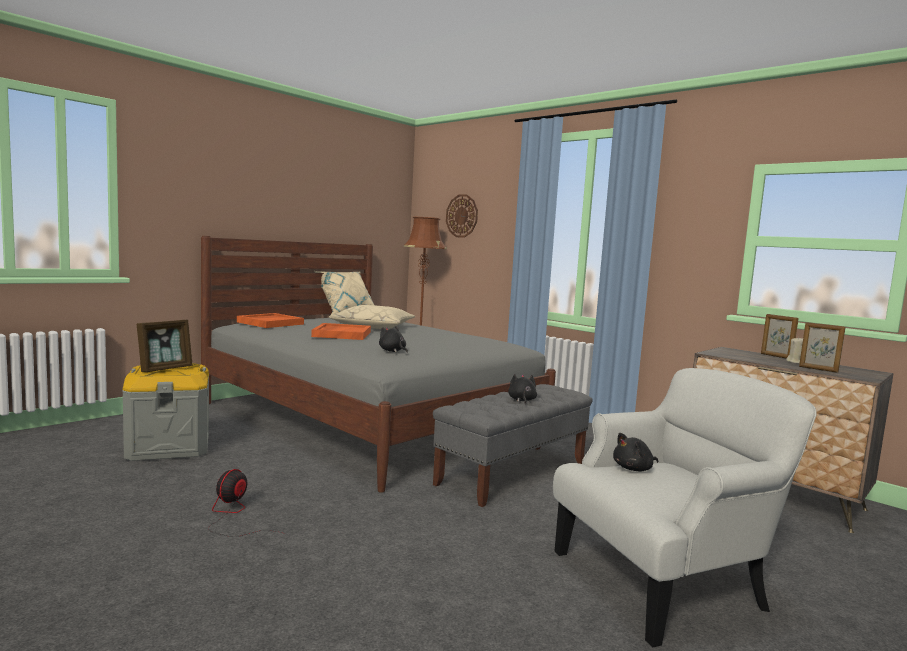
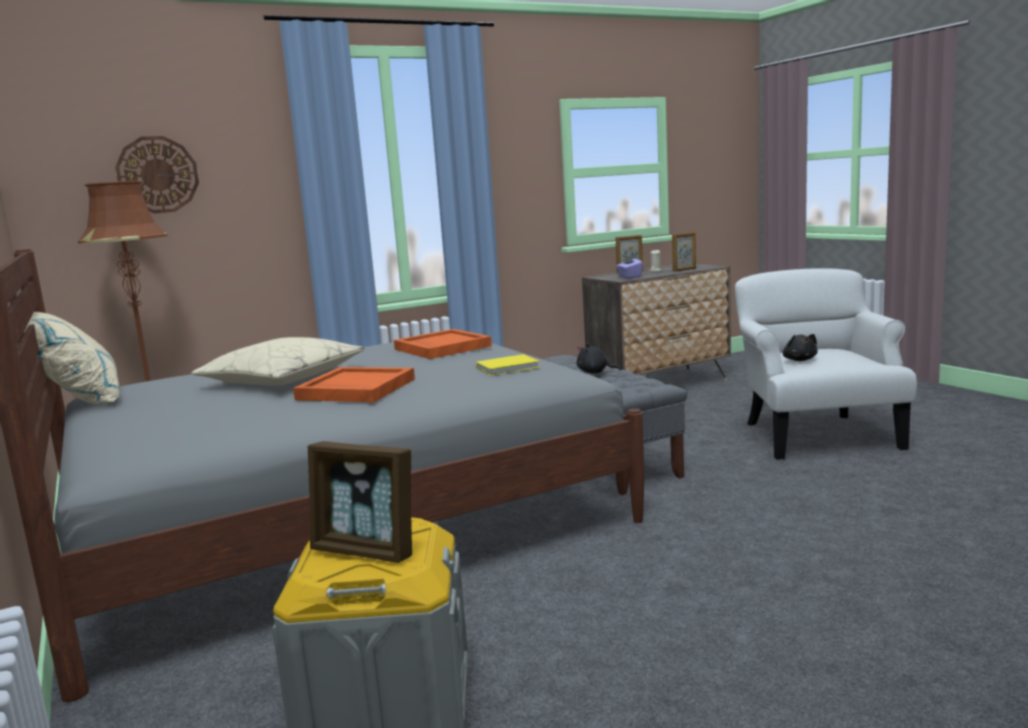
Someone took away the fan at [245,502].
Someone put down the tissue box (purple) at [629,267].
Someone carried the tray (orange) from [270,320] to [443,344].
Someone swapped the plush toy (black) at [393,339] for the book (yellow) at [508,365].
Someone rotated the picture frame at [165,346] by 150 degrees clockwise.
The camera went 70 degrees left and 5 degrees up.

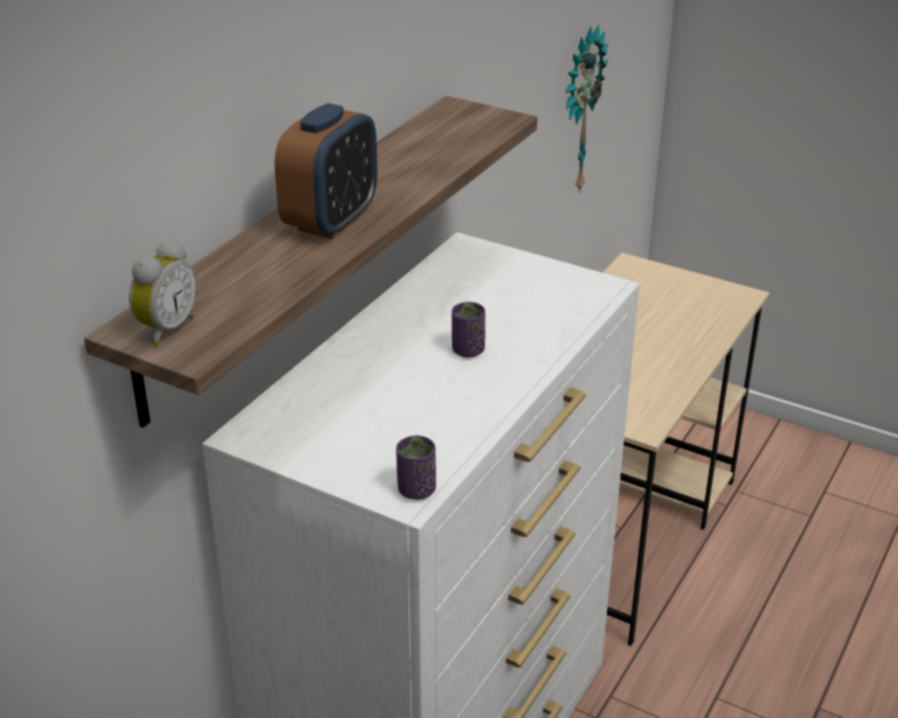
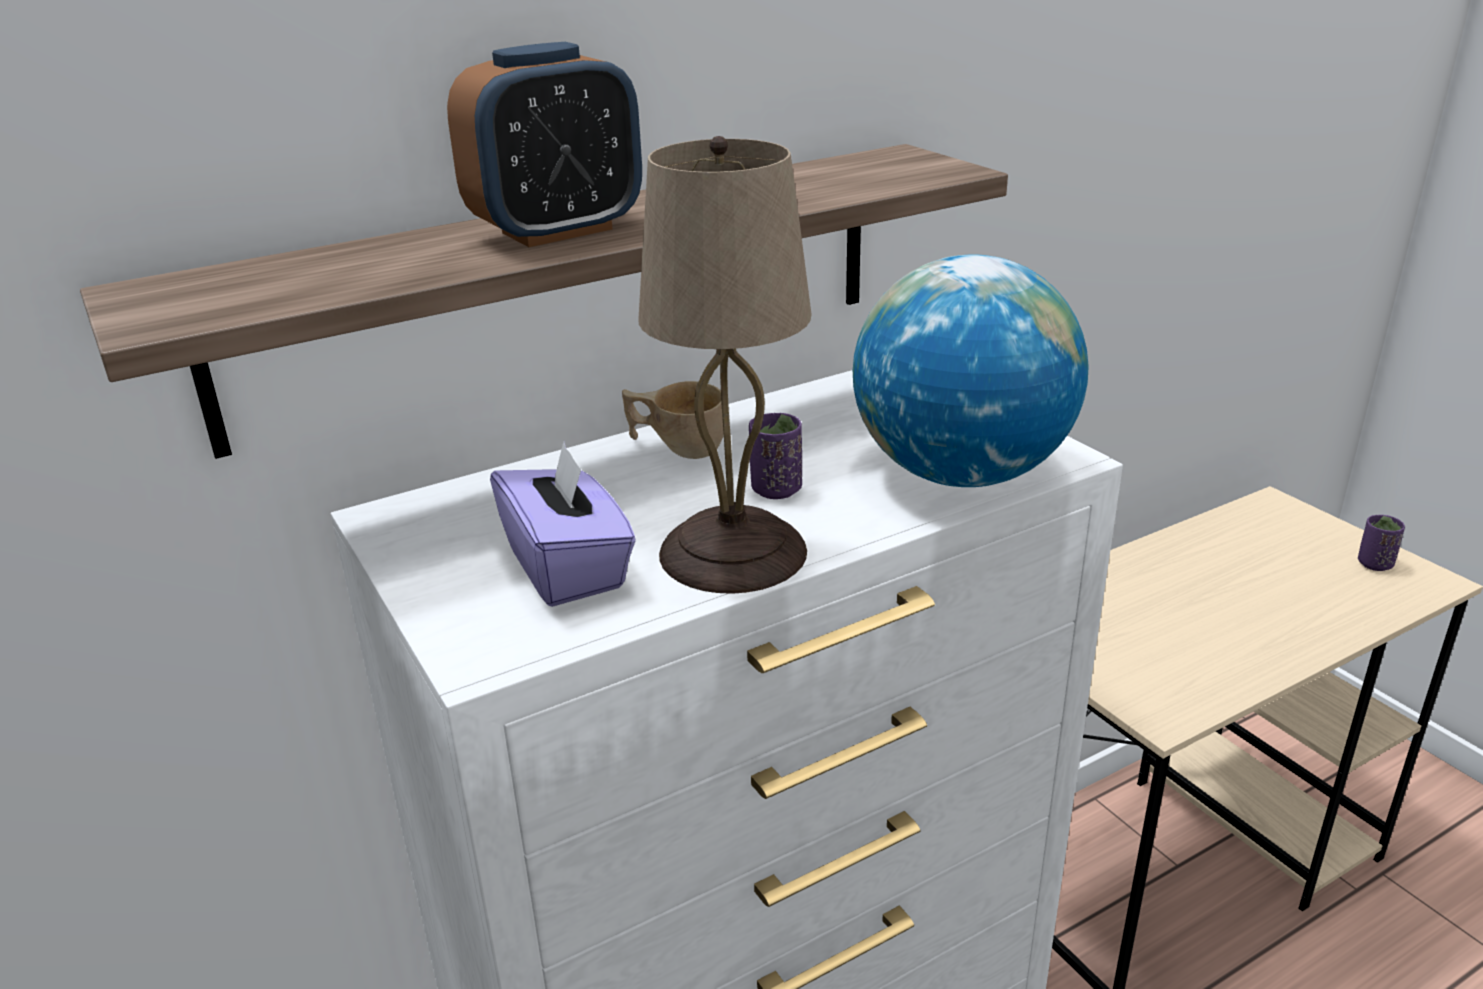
Someone took away the alarm clock at [163,292].
Someone took away the wall clock at [586,109].
Someone put down the tissue box (purple) at [563,524].
Someone put down the cup (beige) at [673,420].
Someone put down the table lamp (beige) at [725,365].
Someone put down the globe at [971,370].
Someone carried the cup (purple) from [416,467] to [1381,543].
The camera went 30 degrees right and 5 degrees down.

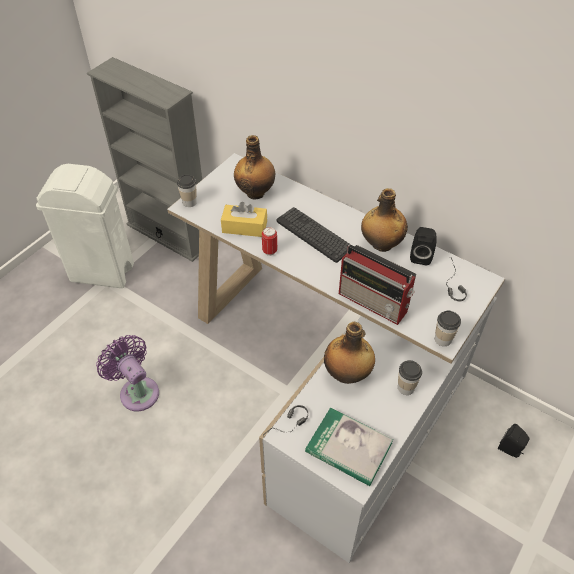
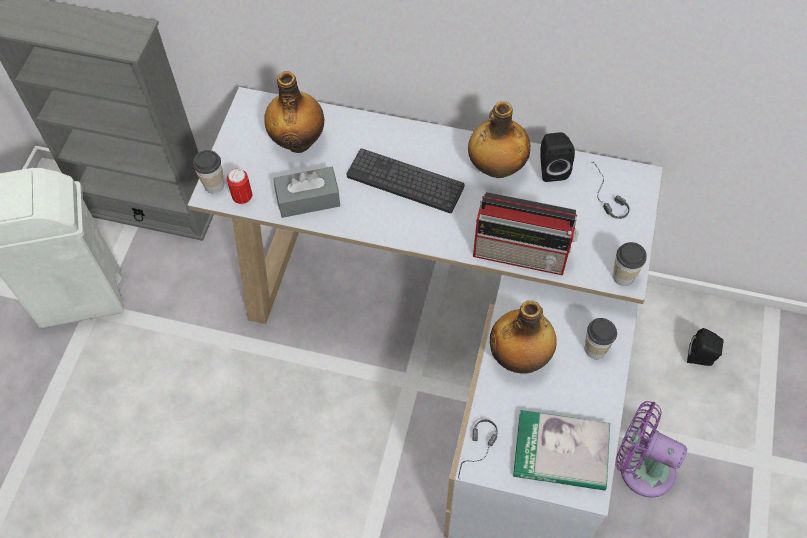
Someone carried the fan (purple) from [127,373] to [651,449].
Someone carried the can from [269,241] to [239,186].
Someone repainted the tissue box (yellow) at [244,219], which became the tissue box (grey) at [307,192].
The camera went 20 degrees left and 10 degrees up.

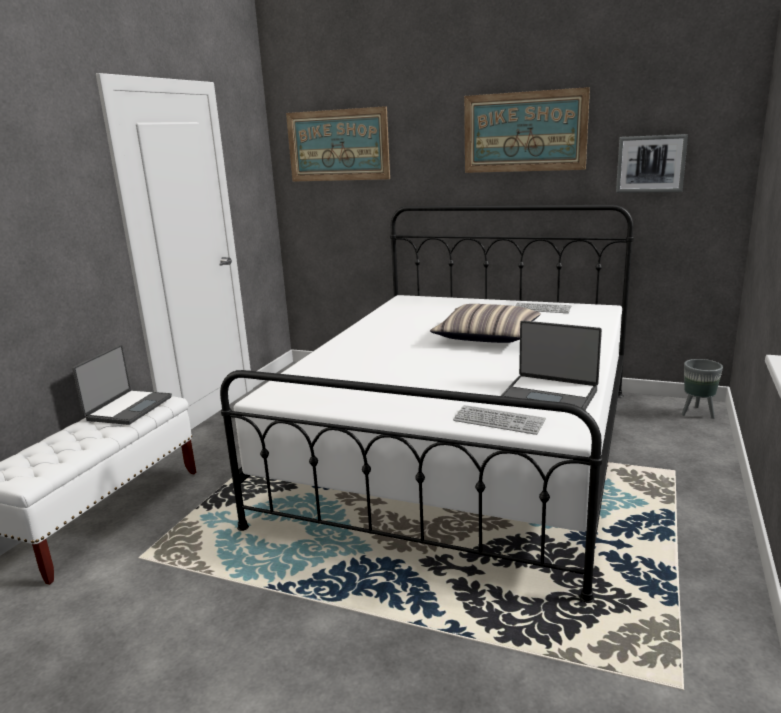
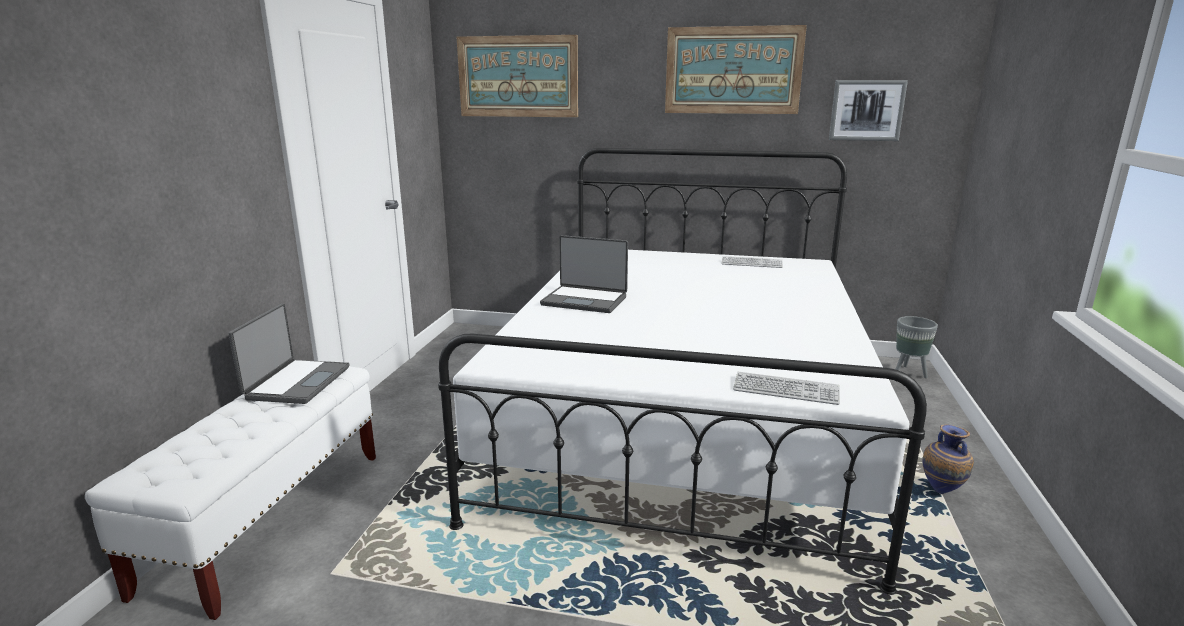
Someone took away the pillow at [485,323].
Someone put down the vase at [948,459].
Someone carried the laptop from [551,365] to [584,274].
The camera went 10 degrees left and 0 degrees up.

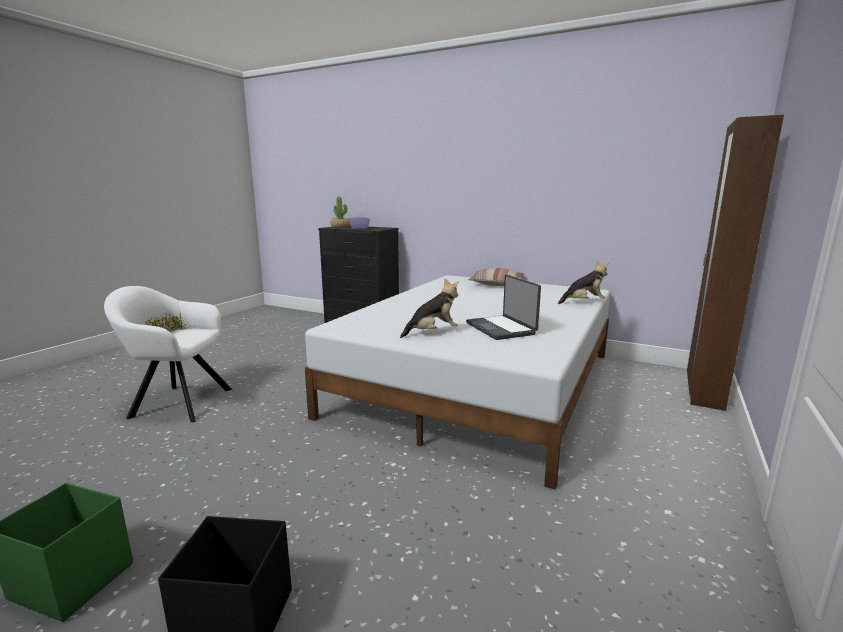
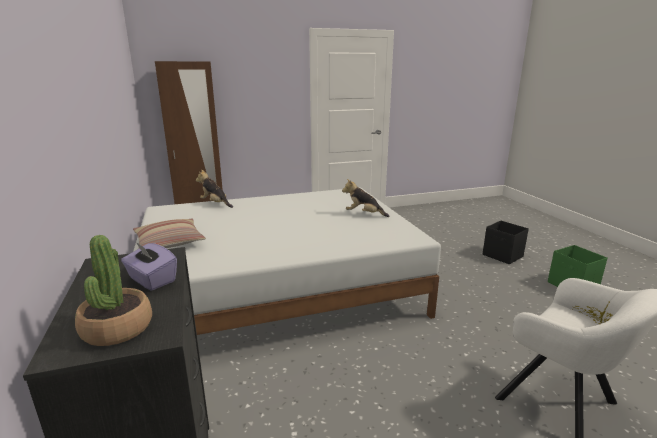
Someone took away the laptop at [503,307].
The camera went 135 degrees left and 5 degrees up.

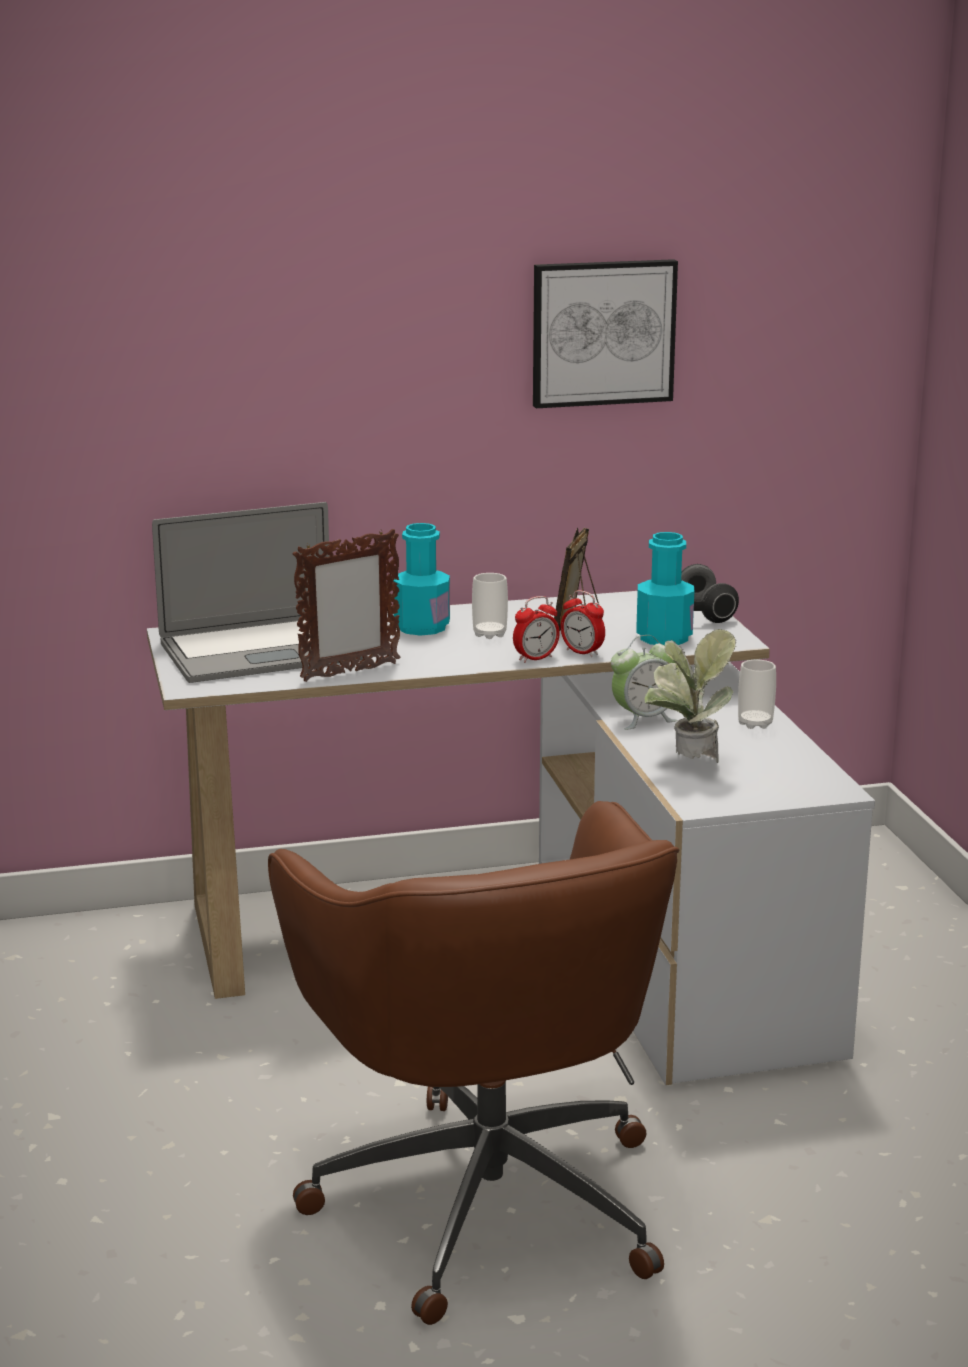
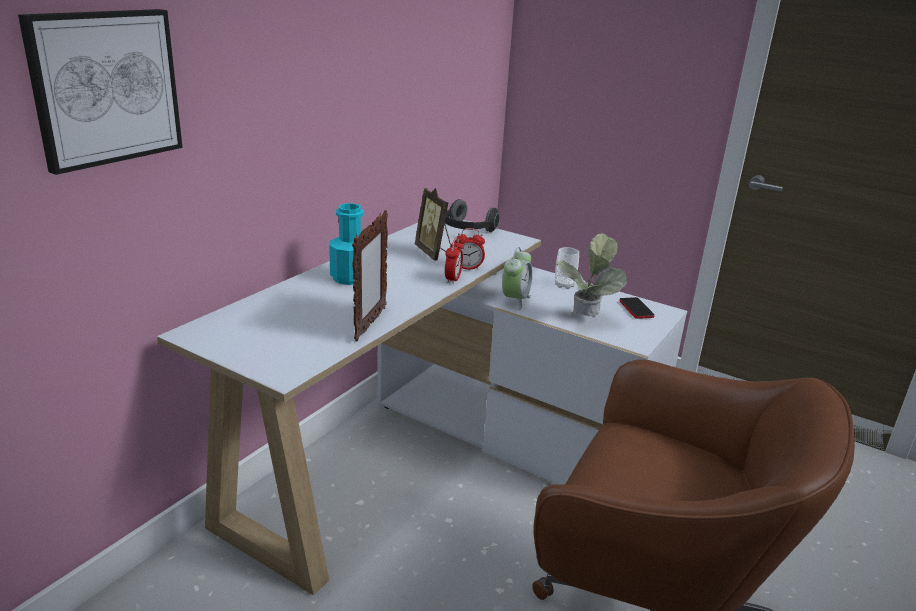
Someone took away the laptop at [259,592].
Someone took away the cup at [490,606].
Someone took away the bottle (turquoise) at [665,588].
Someone put down the phone at [636,308].
Someone carried the picture from [605,333] to [100,92].
The camera went 45 degrees left and 5 degrees up.

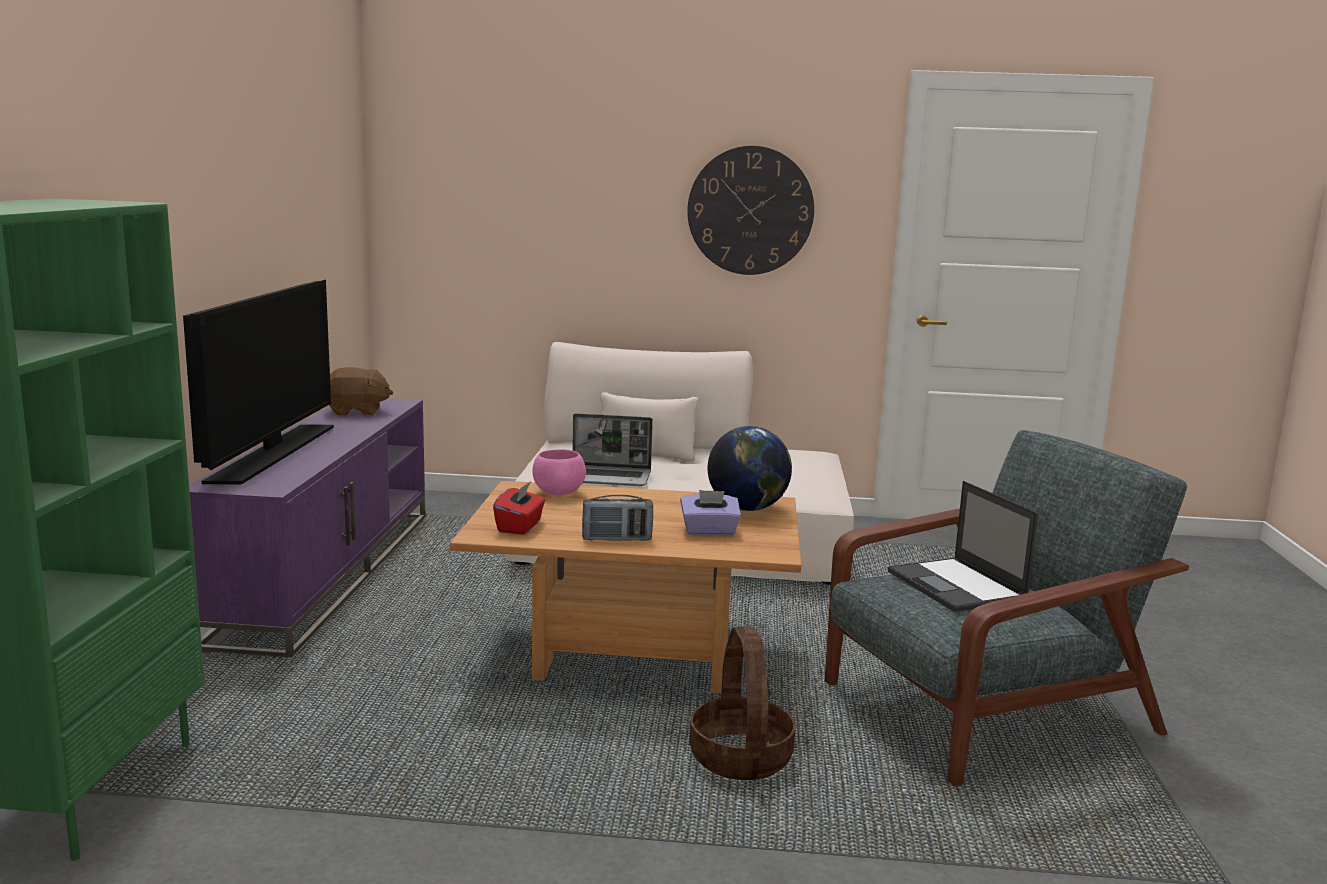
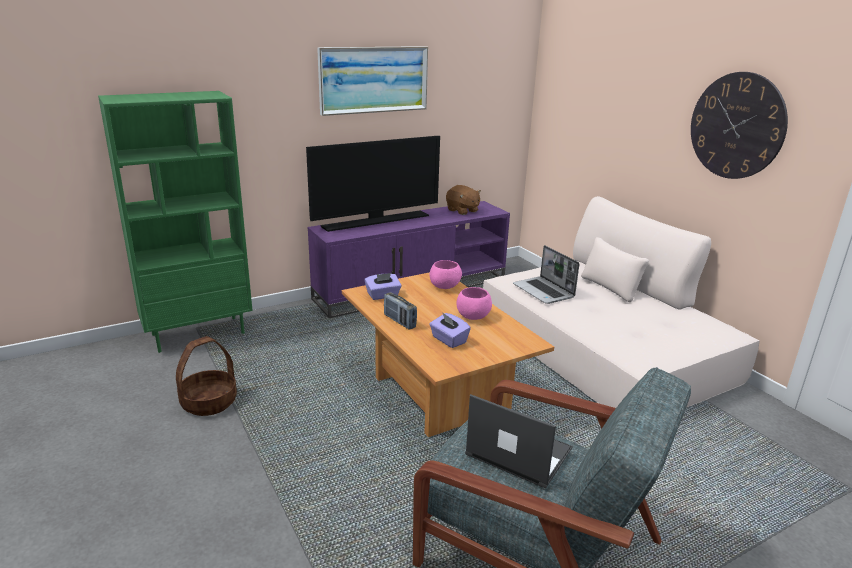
Someone took away the globe at [749,468].
Someone put up the picture at [372,81].
Someone put down the bowl (pink) at [474,303].
Someone carried the basket from [742,703] to [206,376].
Someone repainted the tissue box (red) at [519,508], which became the tissue box (purple) at [382,286].
Someone rotated the laptop at [963,546] by 90 degrees clockwise.
The camera went 55 degrees right and 10 degrees up.

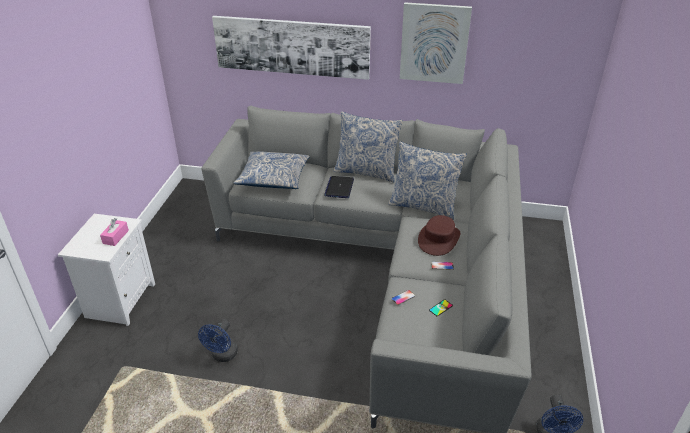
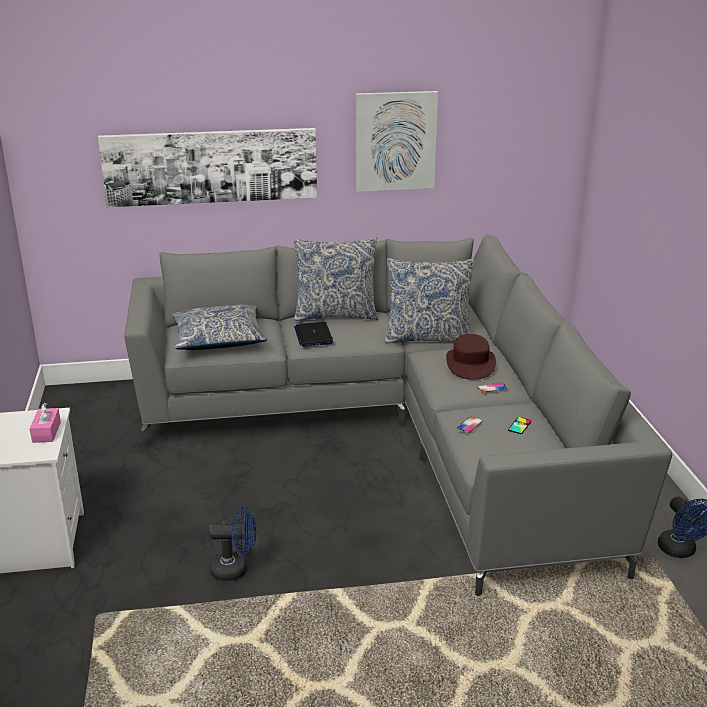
Someone rotated the fan (blue) at [218,340] by 90 degrees counterclockwise.
The camera went 20 degrees left and 10 degrees down.

